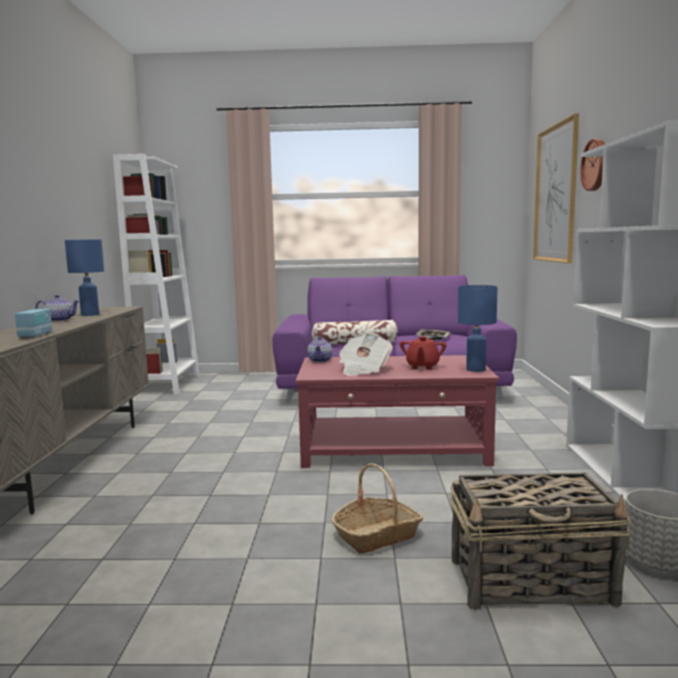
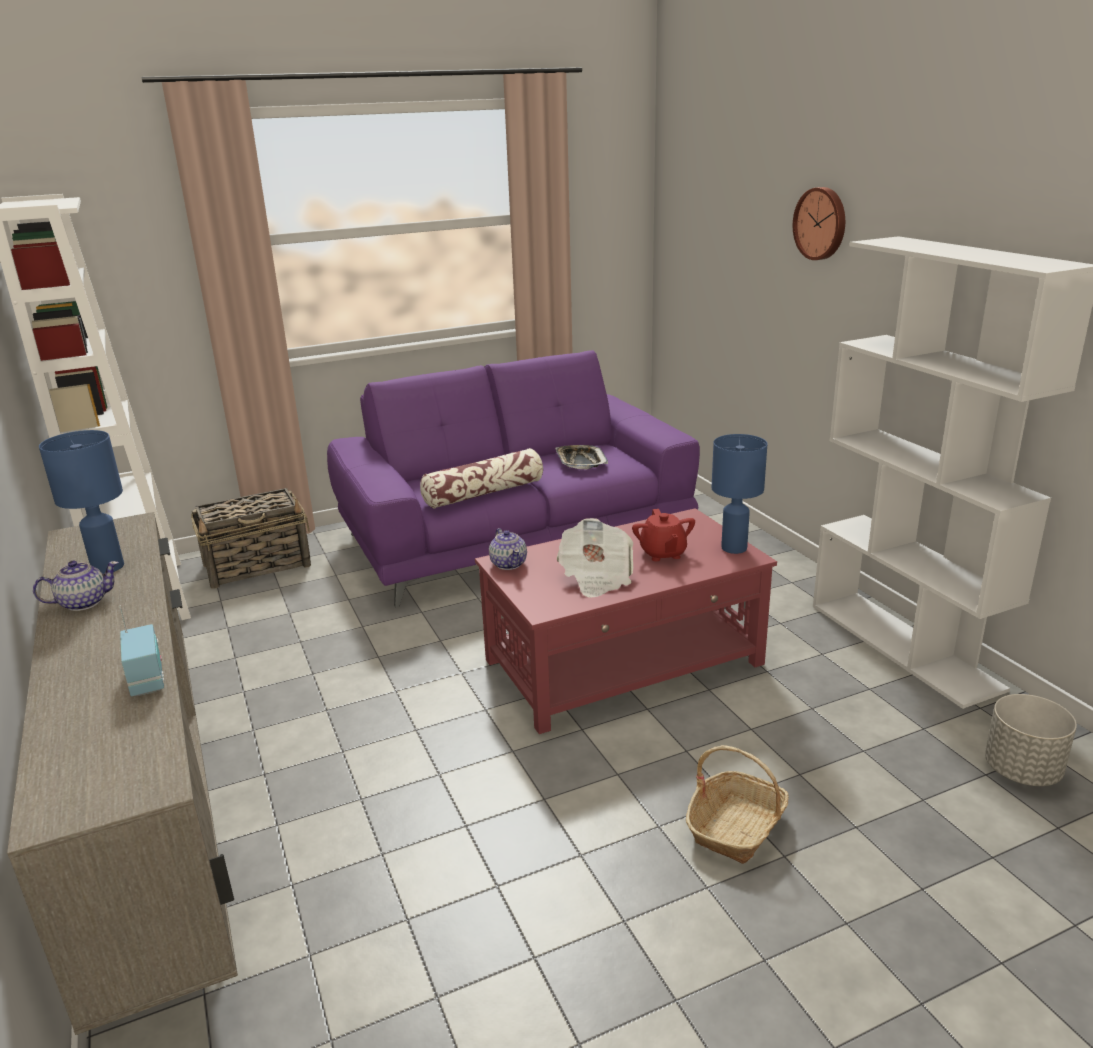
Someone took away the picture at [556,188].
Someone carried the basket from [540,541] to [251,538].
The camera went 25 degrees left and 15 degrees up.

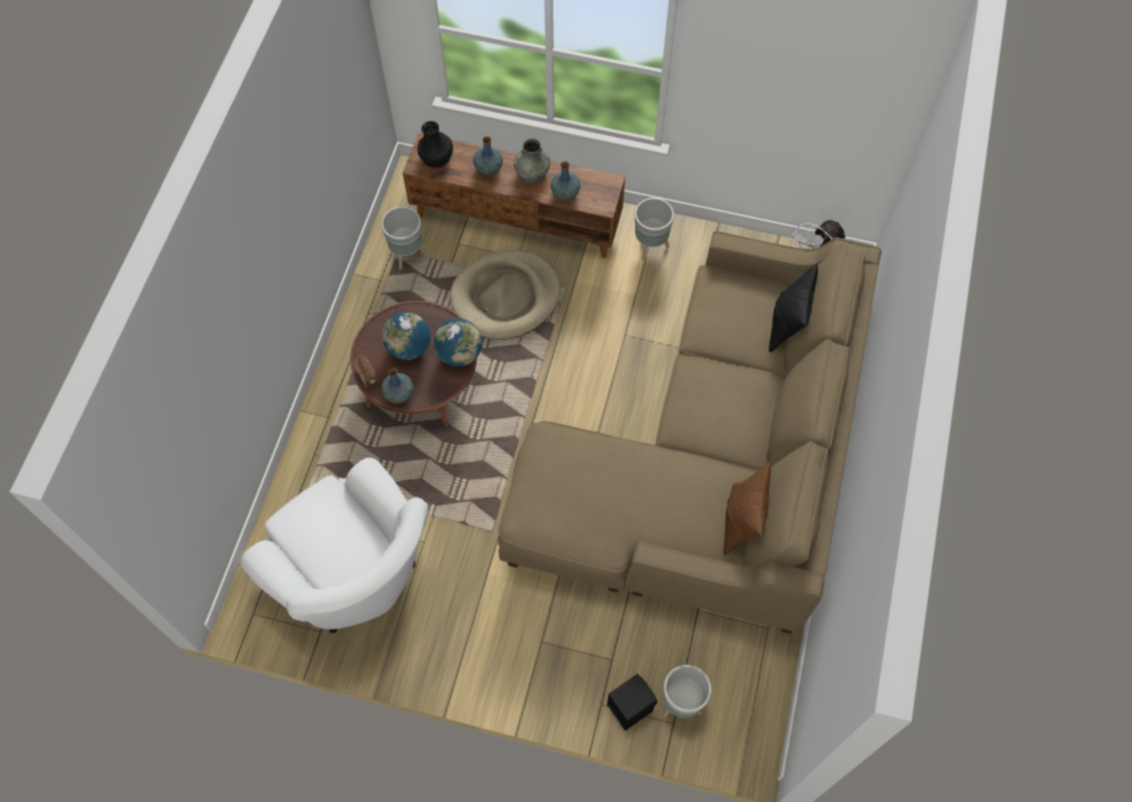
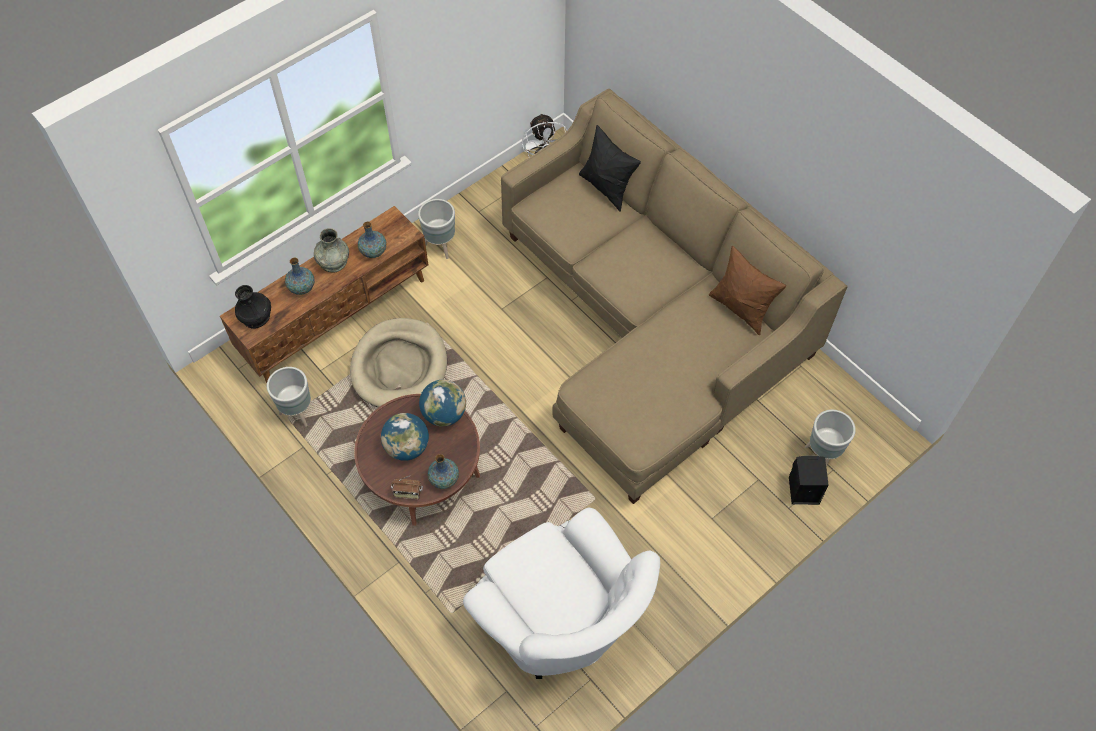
Someone rotated the armchair (white) at [334,545] by 60 degrees clockwise.
The camera went 55 degrees left and 5 degrees down.

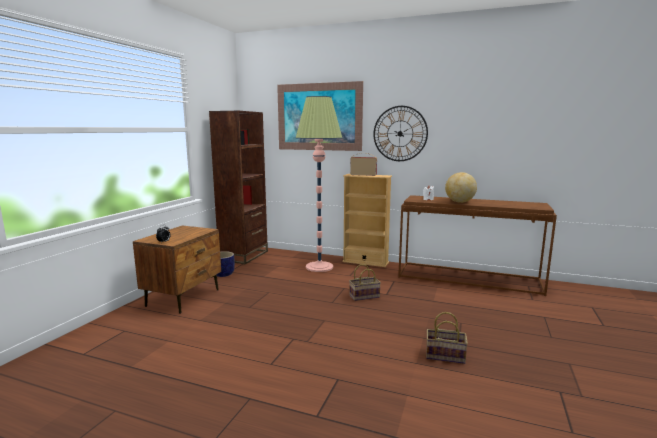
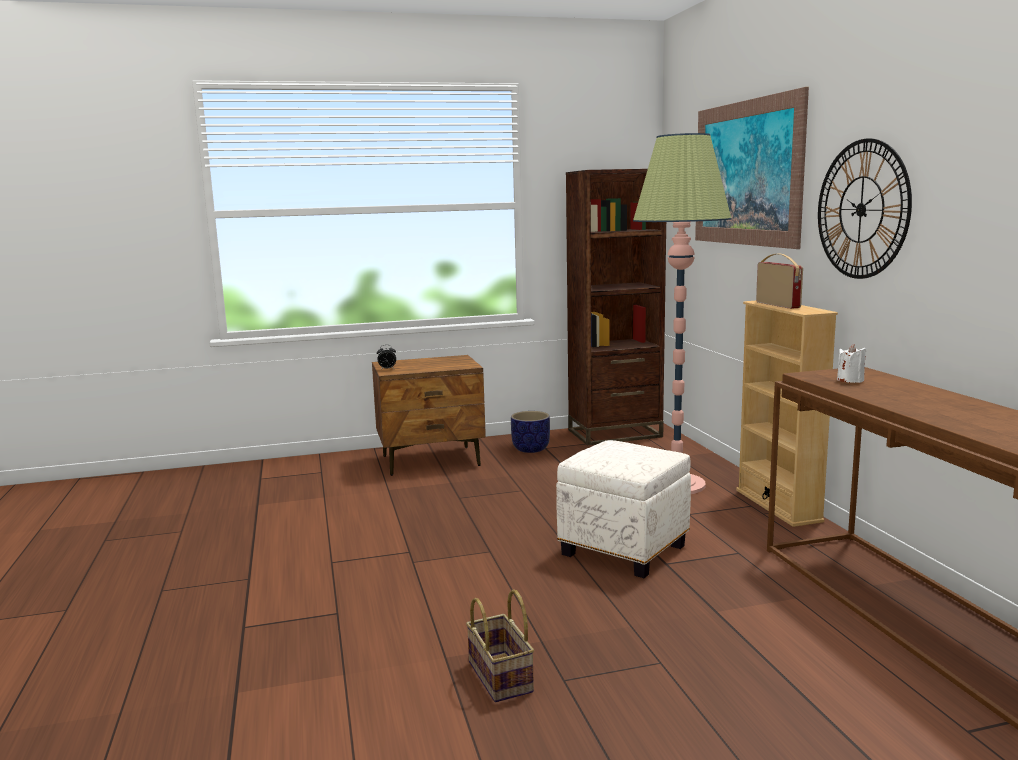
Someone took away the globe at [461,187].
Someone swapped the basket at [365,282] for the ottoman (white) at [623,509].
The camera went 55 degrees right and 0 degrees up.

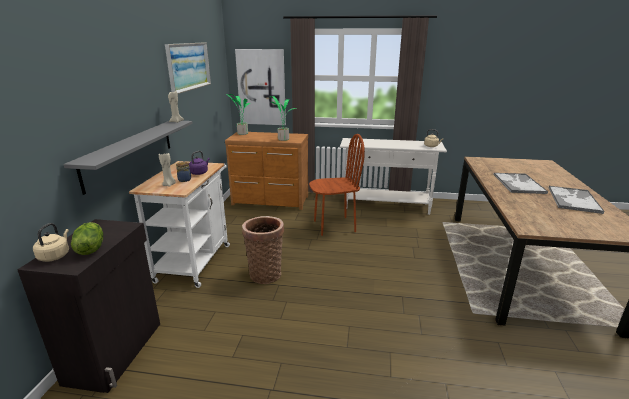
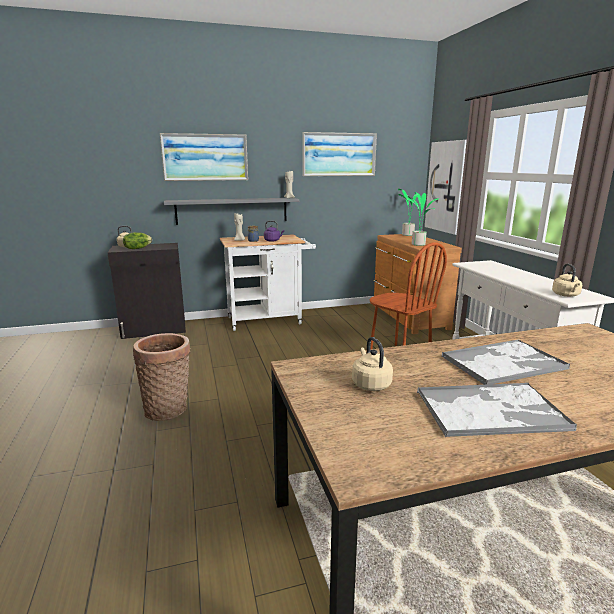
Someone put up the picture at [204,157].
Someone put down the kettle (beige) at [372,364].
Someone carried the basket from [263,250] to [162,377].
The camera went 65 degrees right and 5 degrees down.

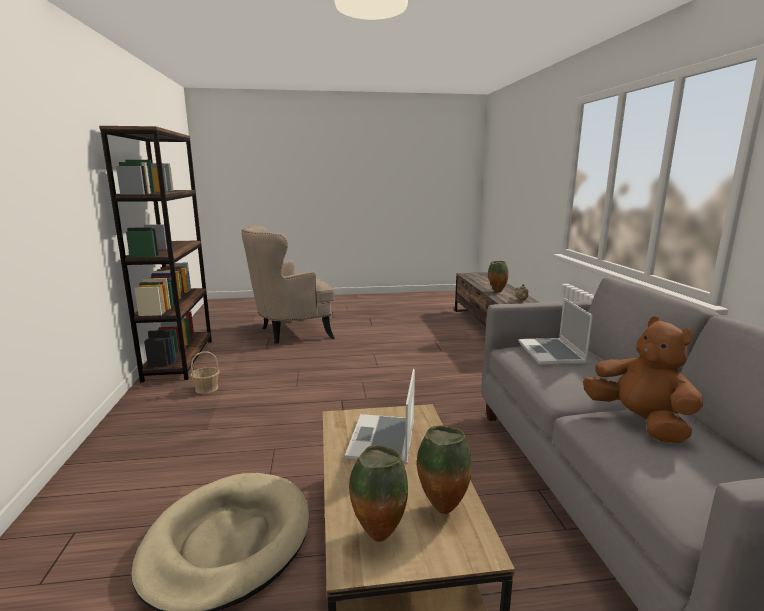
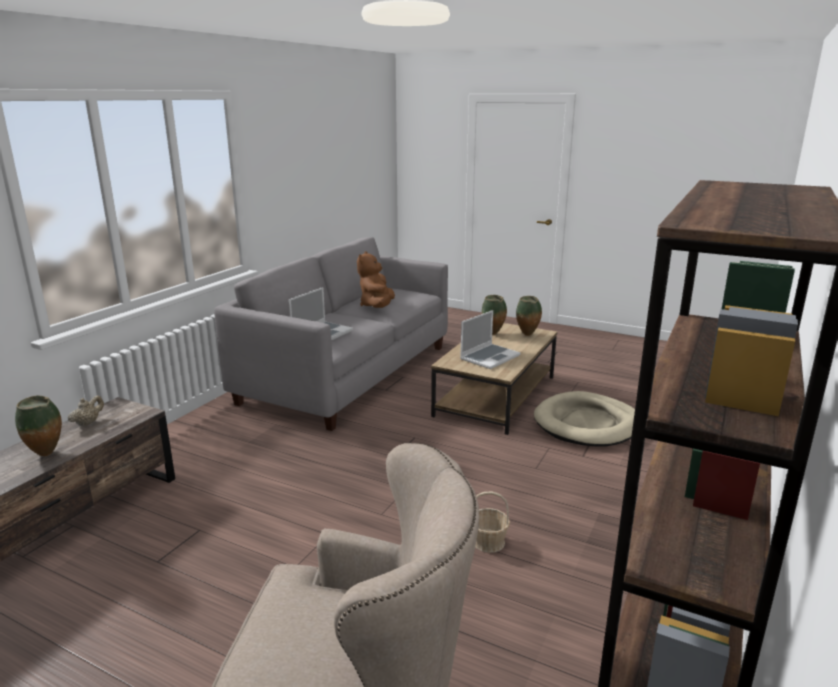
Someone carried the basket from [205,372] to [492,522].
The camera went 145 degrees left and 5 degrees up.

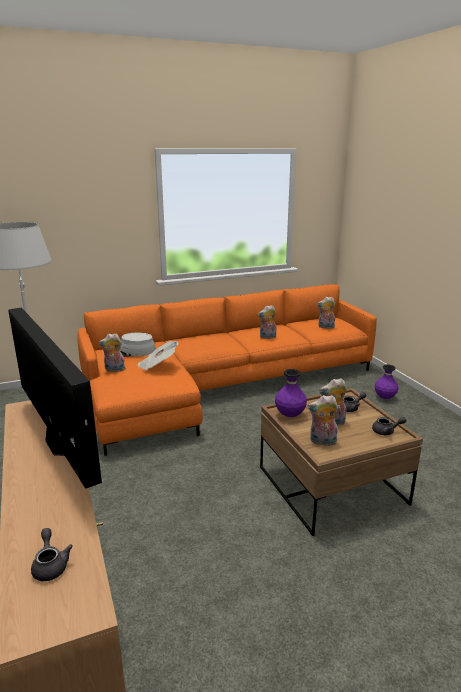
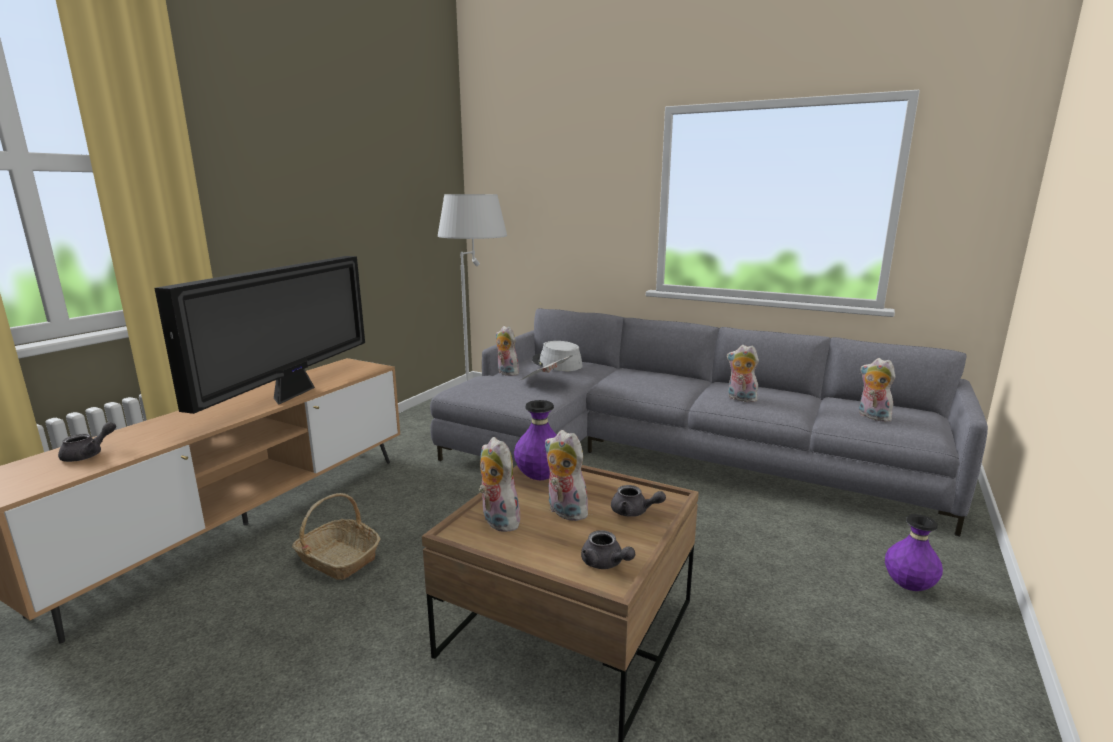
Someone put down the basket at [336,536].
Someone repainted the sofa (orange) at [227,370], which became the sofa (grey) at [709,422].
The camera went 50 degrees right and 5 degrees down.

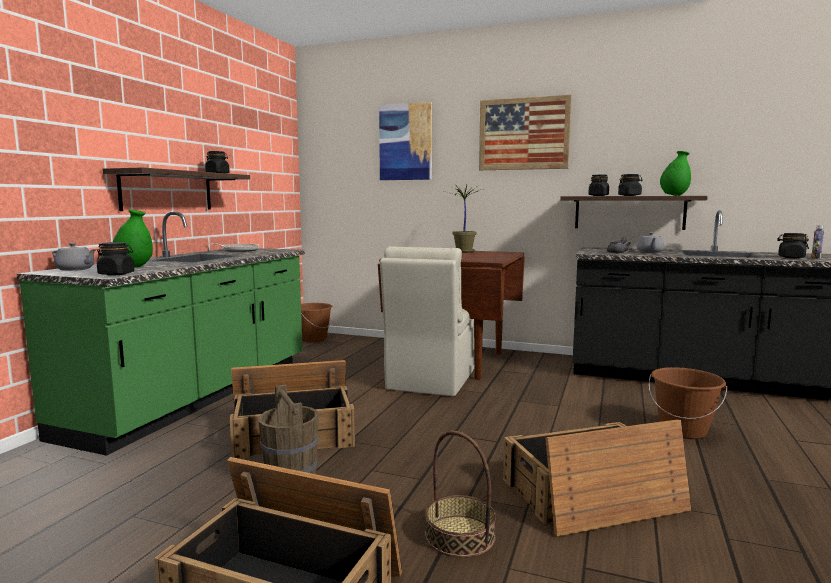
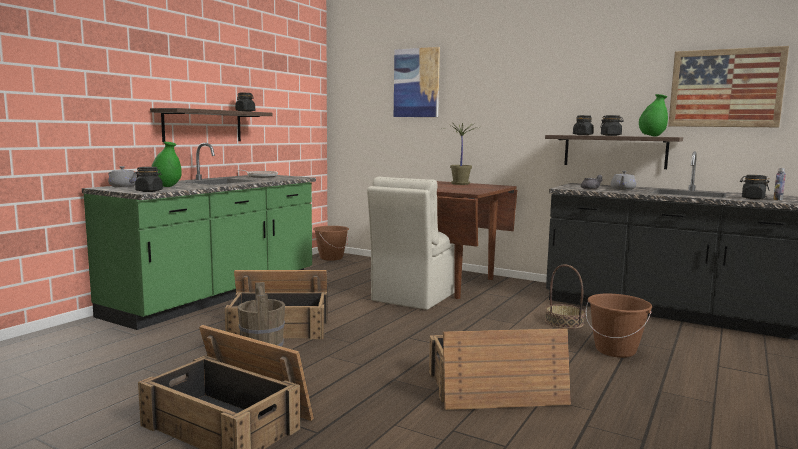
Someone carried the basket from [460,494] to [565,296].
Someone carried the picture from [525,132] to [728,86].
The camera went 10 degrees right and 0 degrees up.

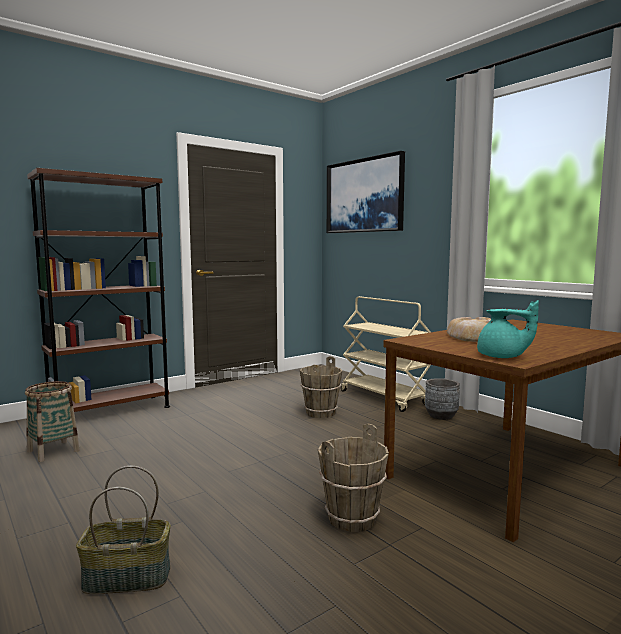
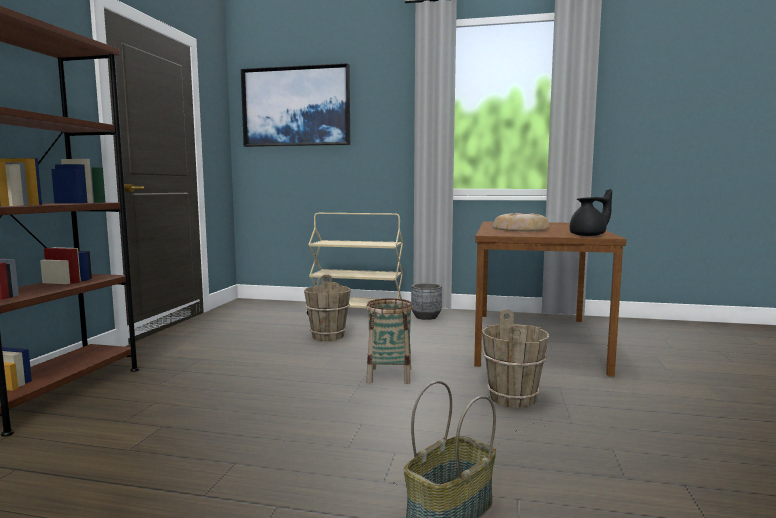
Someone carried the basket from [52,421] to [389,341].
Someone repainted the teapot (turquoise) at [508,329], which became the teapot (black) at [591,212].
The camera went 40 degrees left and 0 degrees up.

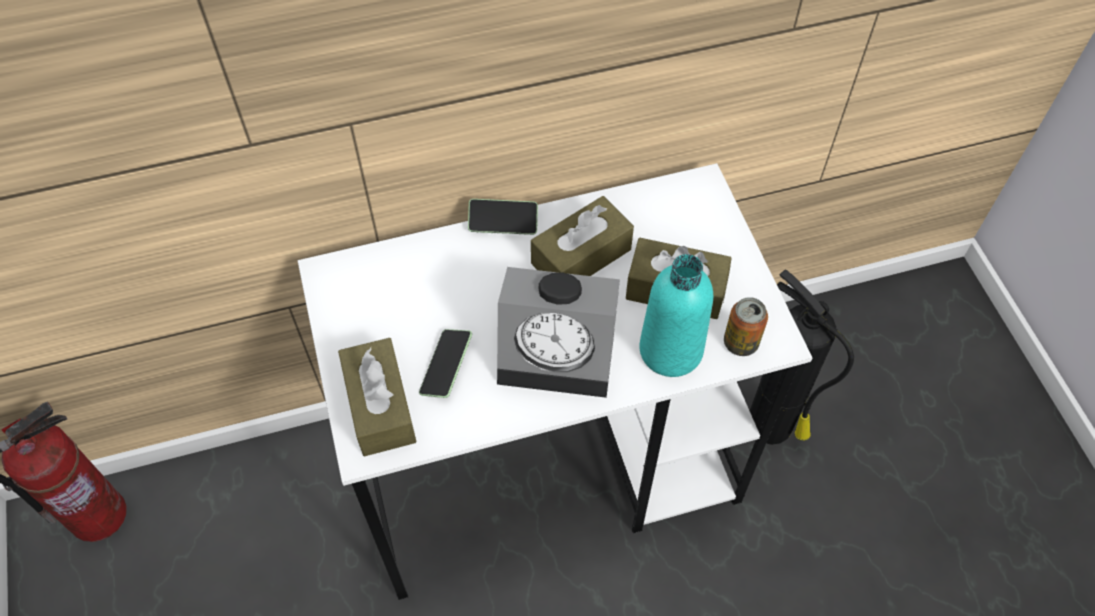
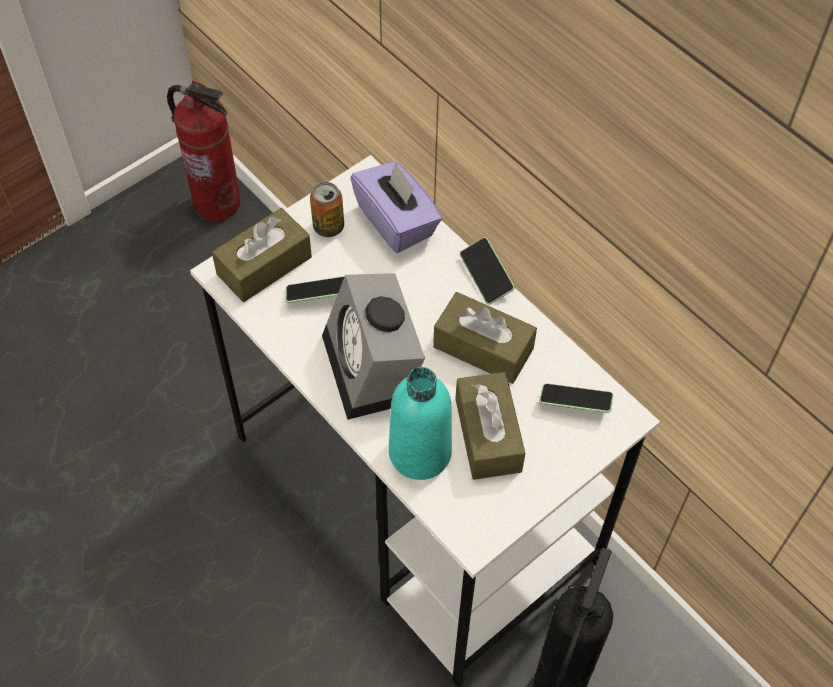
Someone put down the tissue box (purple) at [396,207].
Someone put down the phone at [576,398].
Someone carried the can from [746,326] to [327,209].
The camera went 65 degrees right and 0 degrees up.

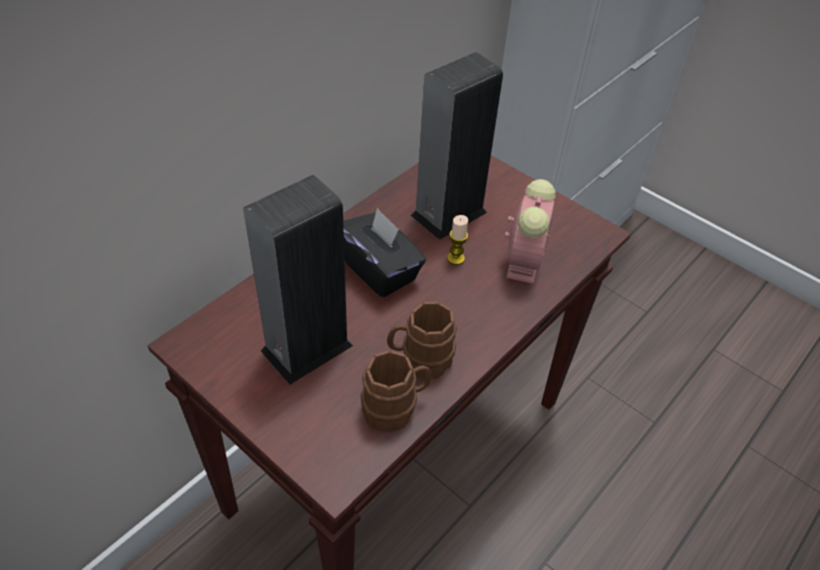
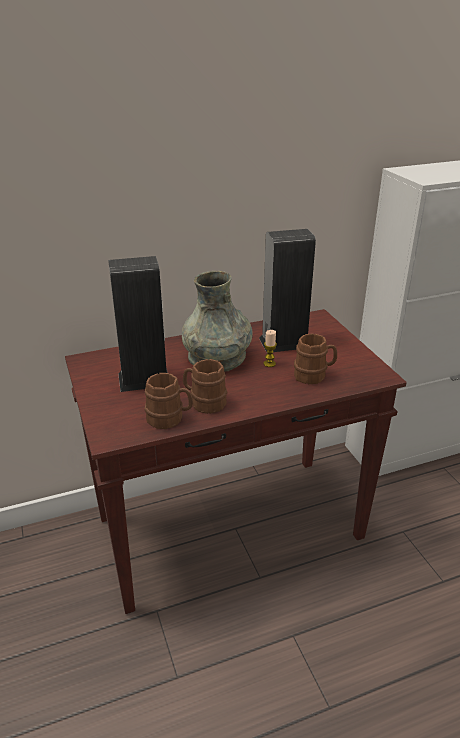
Someone swapped the tissue box (black) at [384,252] for the vase (grey) at [217,321].
Someone swapped the alarm clock at [530,231] for the mug (brown) at [315,359].
The camera went 30 degrees right and 15 degrees down.

